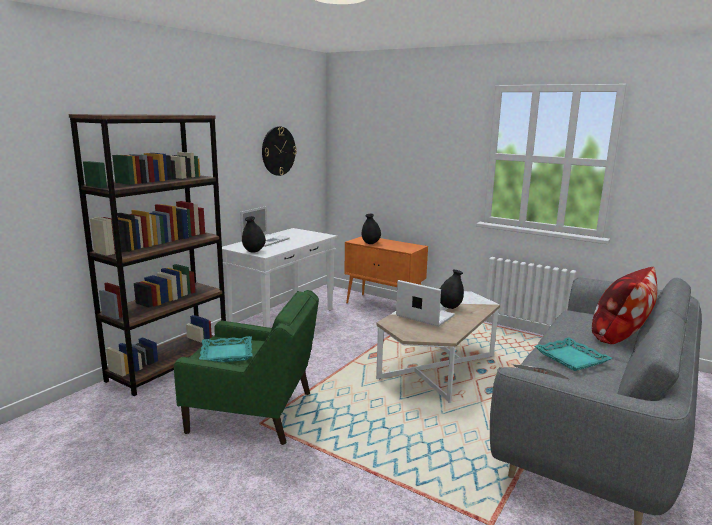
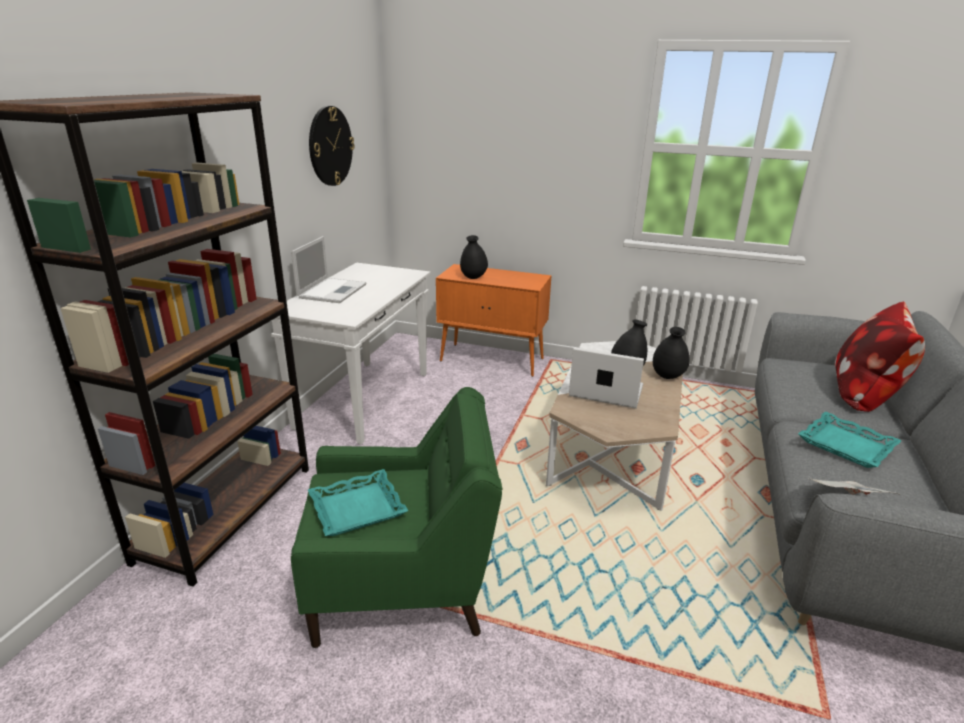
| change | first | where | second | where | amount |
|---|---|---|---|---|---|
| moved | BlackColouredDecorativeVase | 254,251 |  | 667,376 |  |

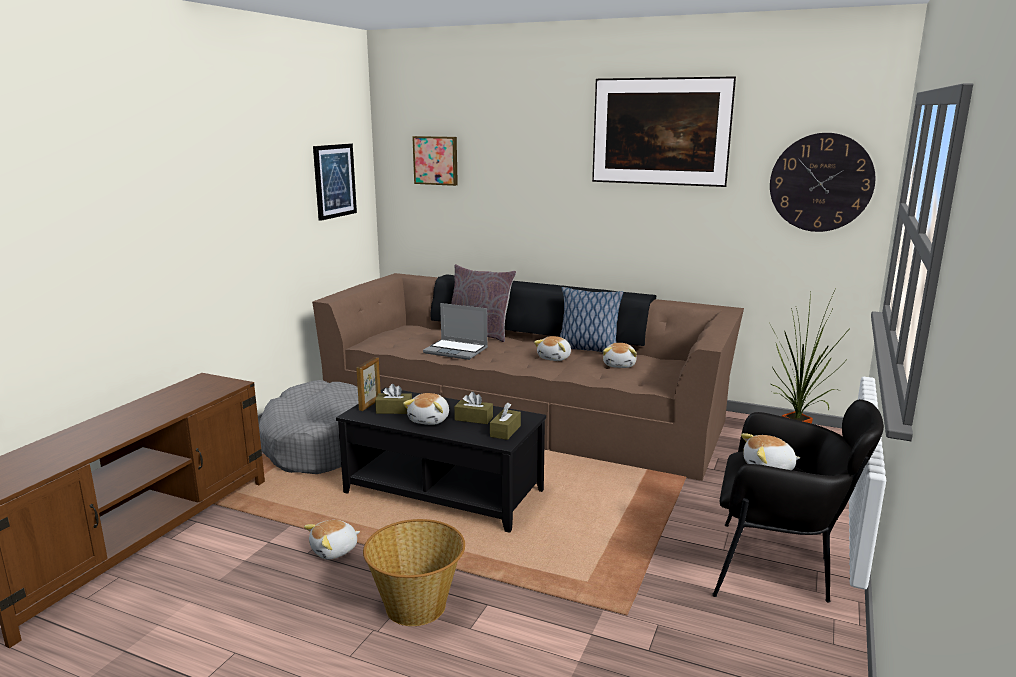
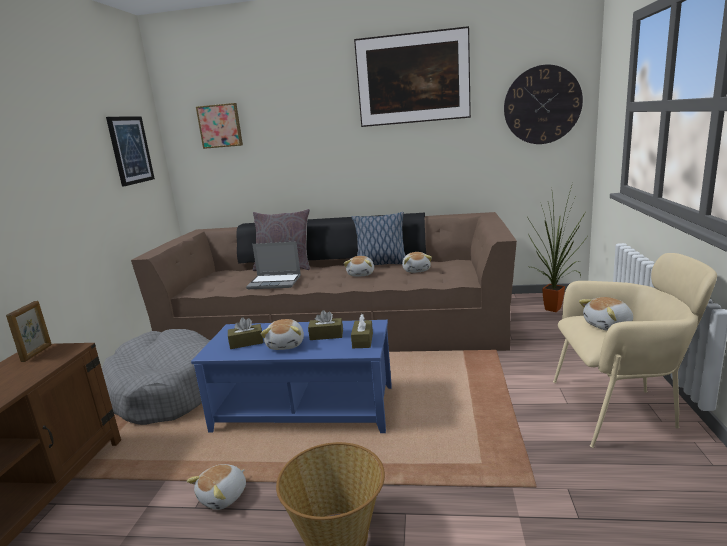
| change | first | where | second | where | amount |
|---|---|---|---|---|---|
| moved | PictureFrame | 370,404 |  | 37,353 |  |
| recoloured | BlackColouredCoffeeTable | 444,491 | BlueColouredCoffeeTable | 305,408 |  |
| recoloured | BlackColouredEasyChair | 778,570 | SandColouredEasyChair | 620,410 |  |

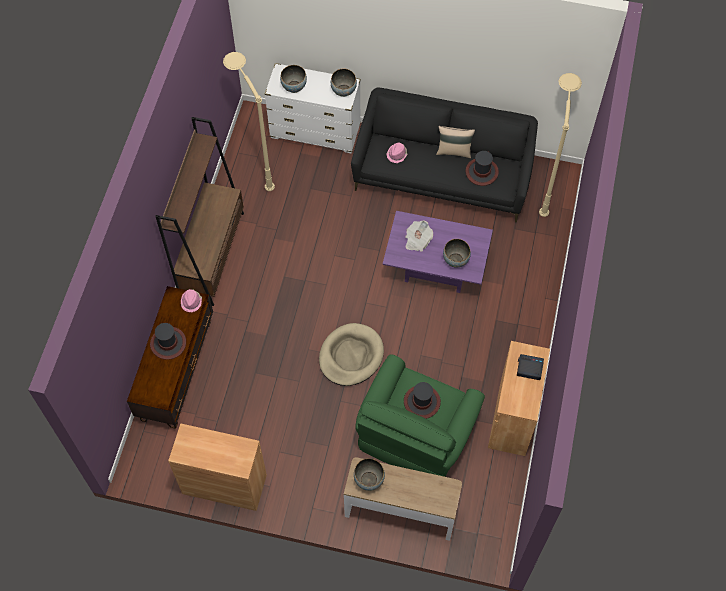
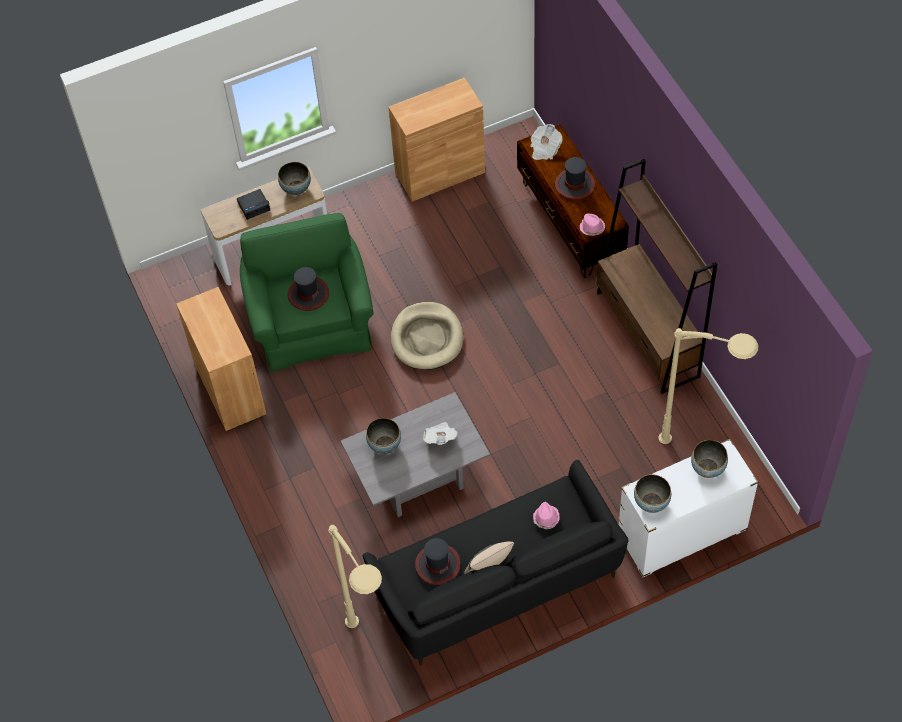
| change | first | where | second | where | amount |
|---|---|---|---|---|---|
| moved | BedsideClock | 529,368 |  | 254,206 |  |
| recoloured | PurplishCoffeeTable | 435,268 | GrayCoffeeTable | 418,476 |  |
| added |  |  | Newspaper | 544,149 |  |

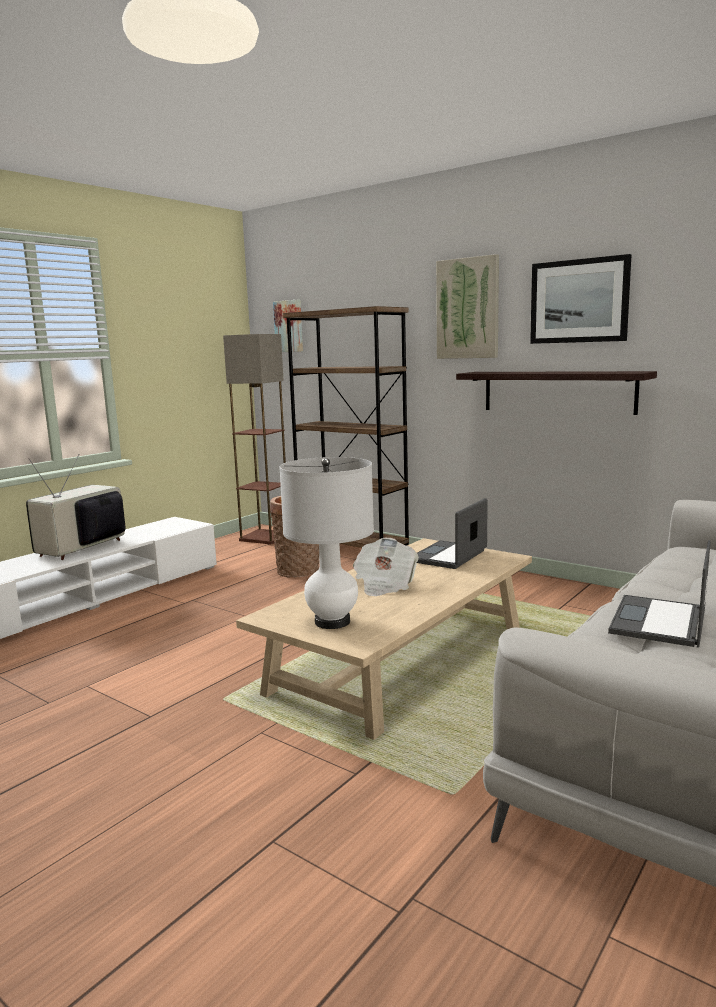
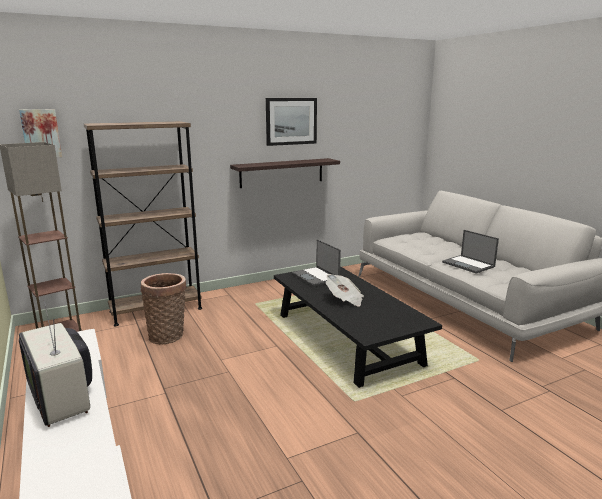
| change | first | where | second | where | amount |
|---|---|---|---|---|---|
| recoloured | SandColouredCoffeeTable | 403,659 | BlackColouredCoffeeTable | 347,338 |  |
| removed | WhiteLampForATable | 332,622 |  |  |  |
| removed | WallPicture | 468,308 |  |  |  |

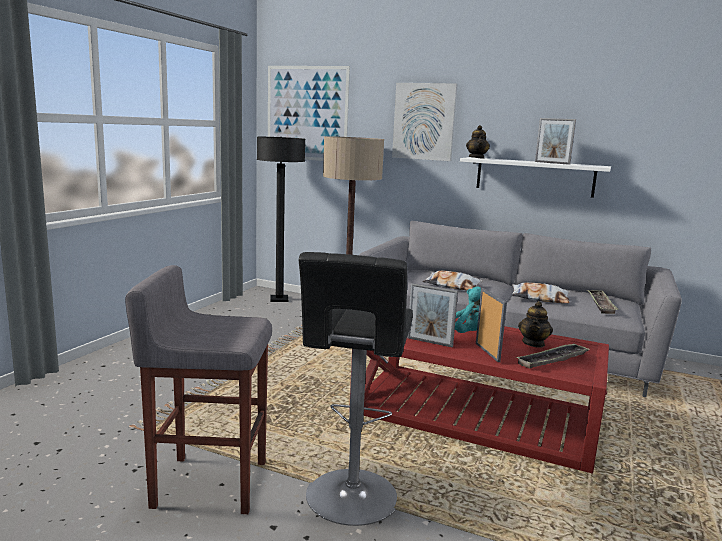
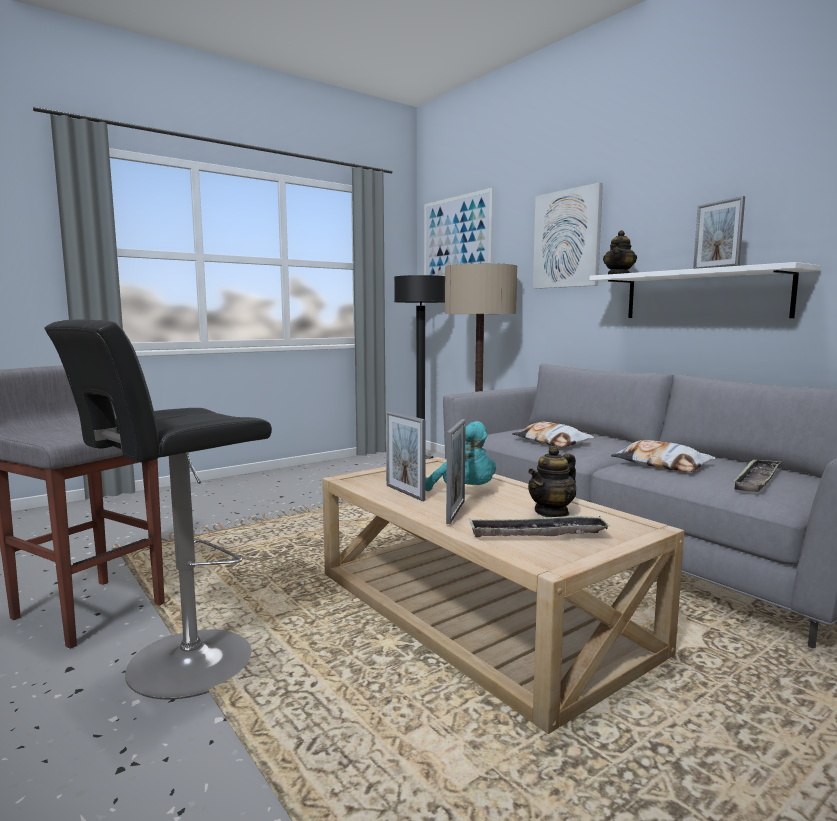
| change | first | where | second | where | amount |
|---|---|---|---|---|---|
| recoloured | RedColouredCoffeeTable | 475,414 | SandColouredCoffeeTable | 478,609 |  |

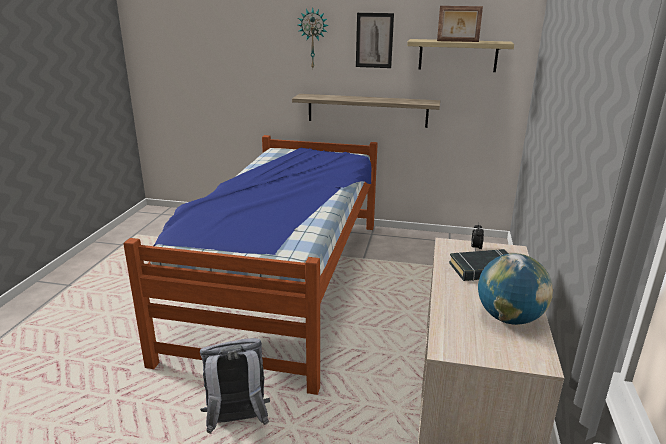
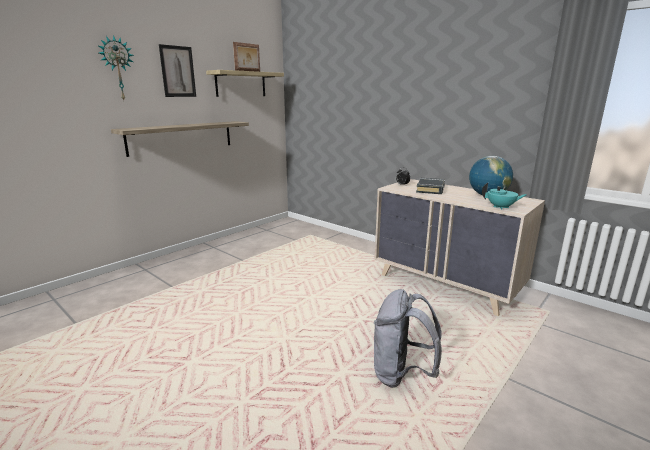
| change | first | where | second | where | amount |
|---|---|---|---|---|---|
| added |  |  | TurquoiseTeapot | 501,207 |  |
| removed | SleepingBed | 283,281 |  |  |  |

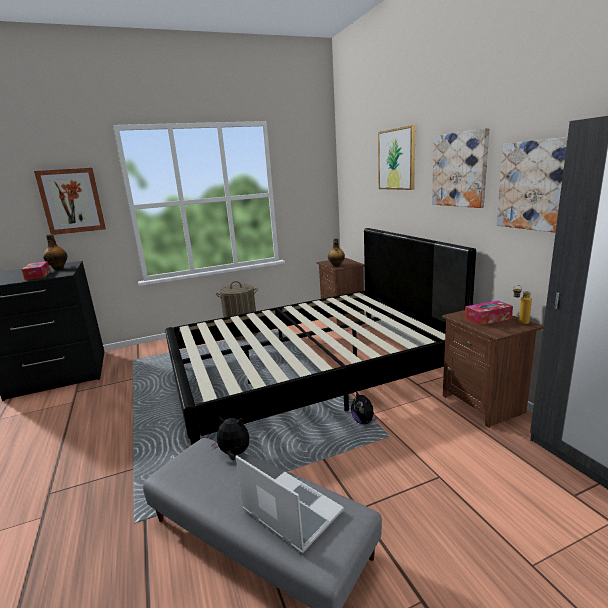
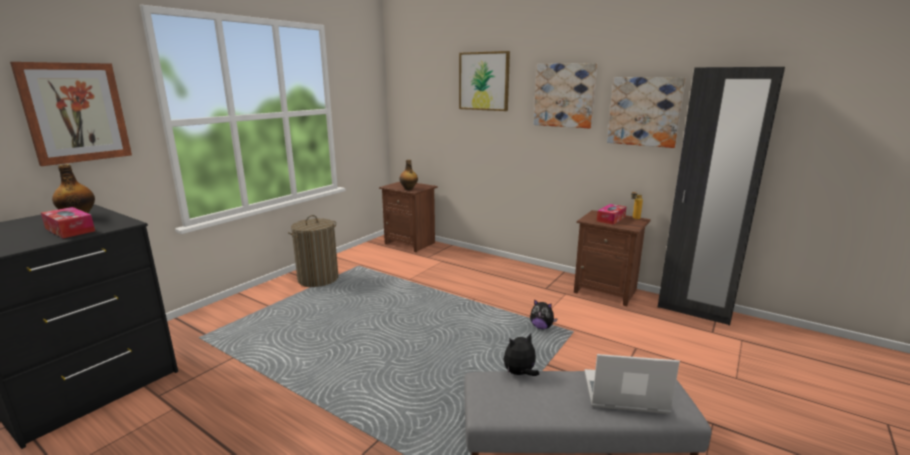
| change | first | where | second | where | amount |
|---|---|---|---|---|---|
| removed | BlackColouredSleepingBed | 308,372 |  |  |  |

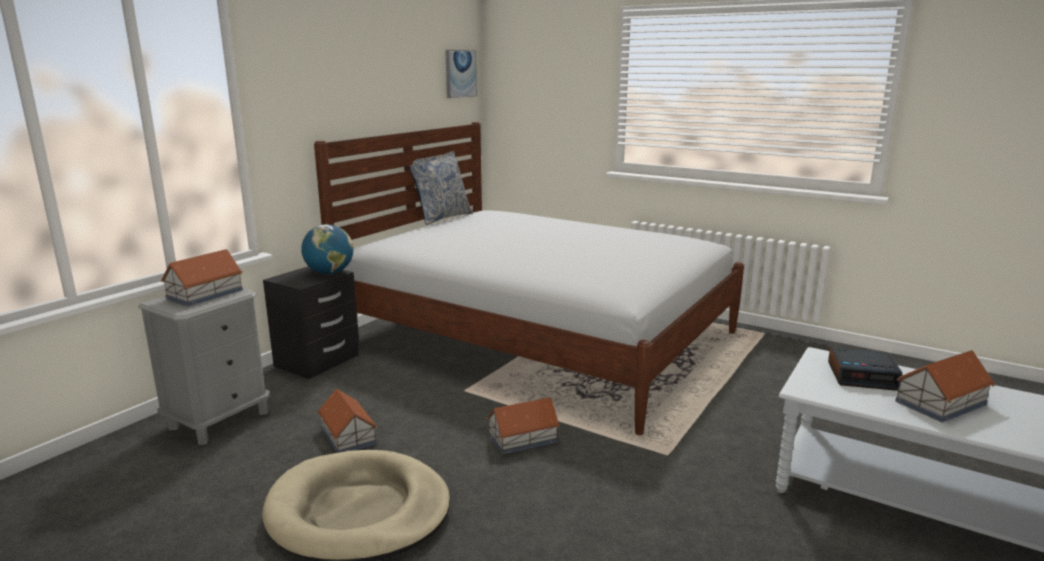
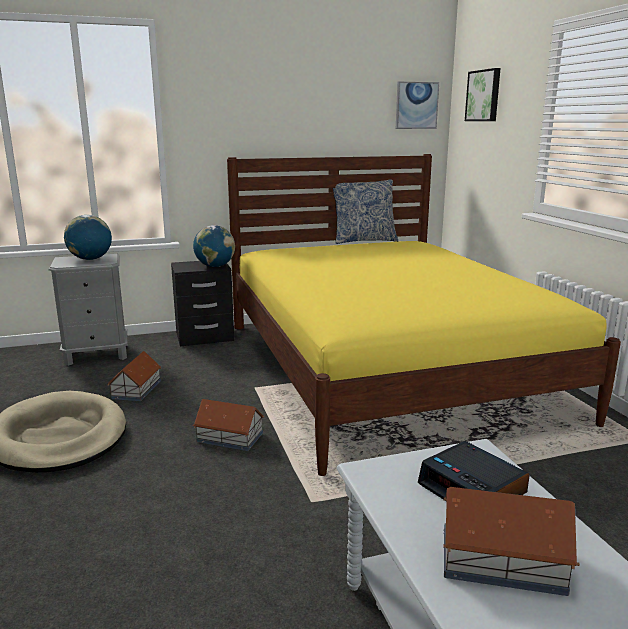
| change | first | where | second | where | amount |
|---|---|---|---|---|---|
| replaced | MiniatureHouse | 204,294 | DeskGlobe | 90,259 |  |
| recoloured | WhiteSleepingBed | 538,337 | YellowColouredSleepingBed | 385,367 |  |
| added |  |  | WallPicture | 484,95 |  |

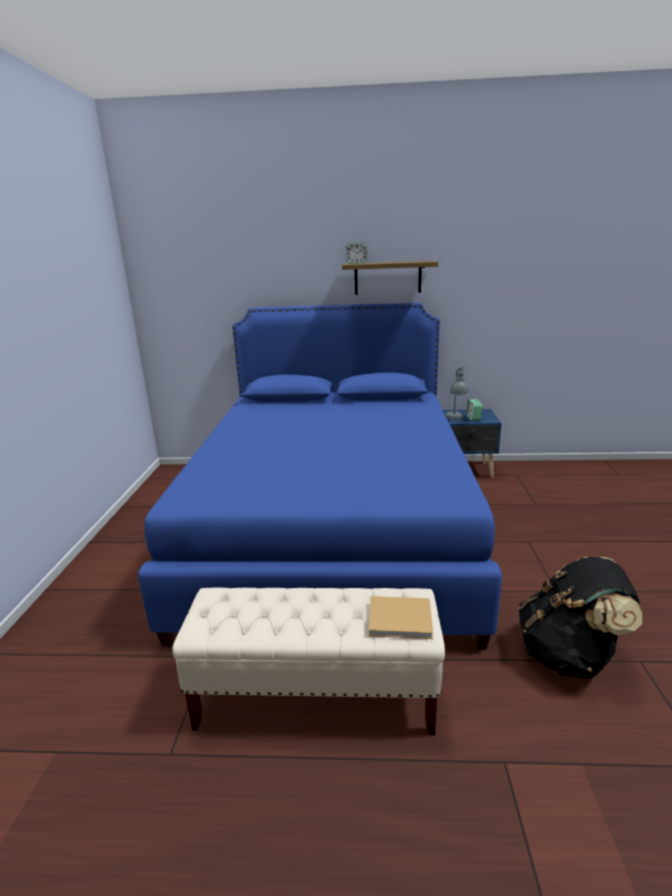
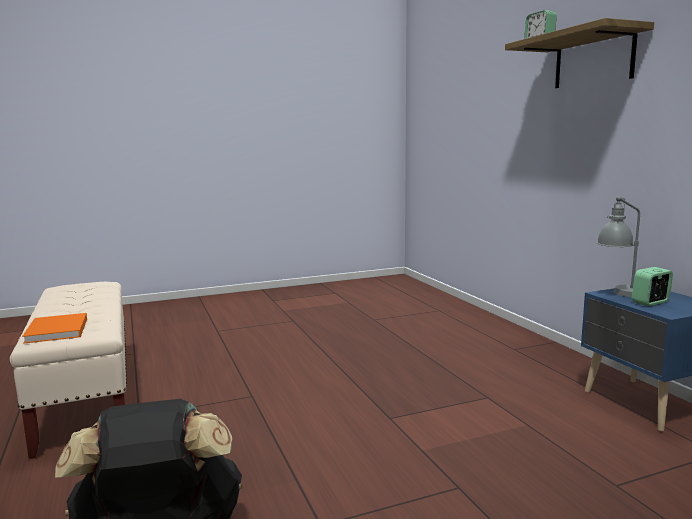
| change | first | where | second | where | amount |
|---|---|---|---|---|---|
| recoloured | SandColouredVolume | 402,619 | OrangeyVolume | 56,331 |  |
| removed | BlueColouredSleepingBed | 332,529 |  |  |  |

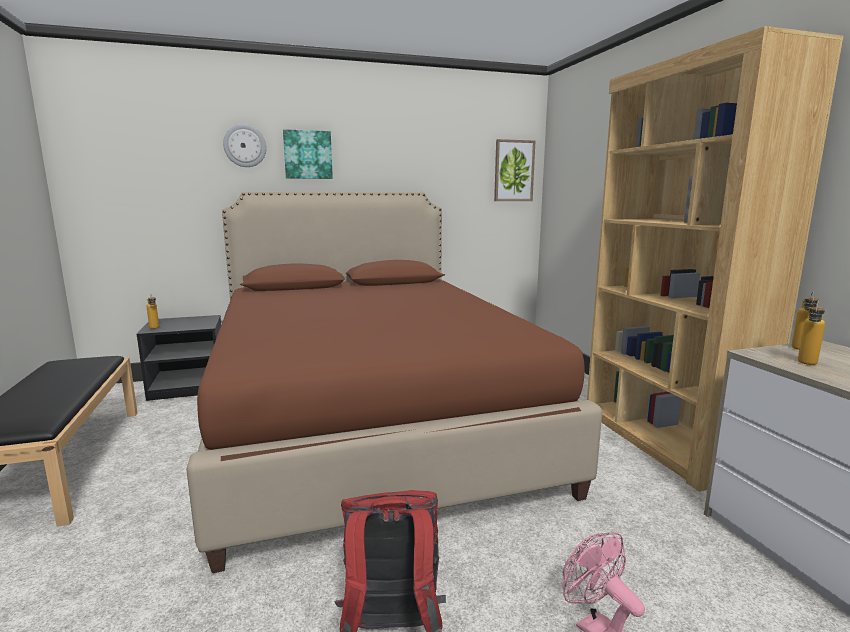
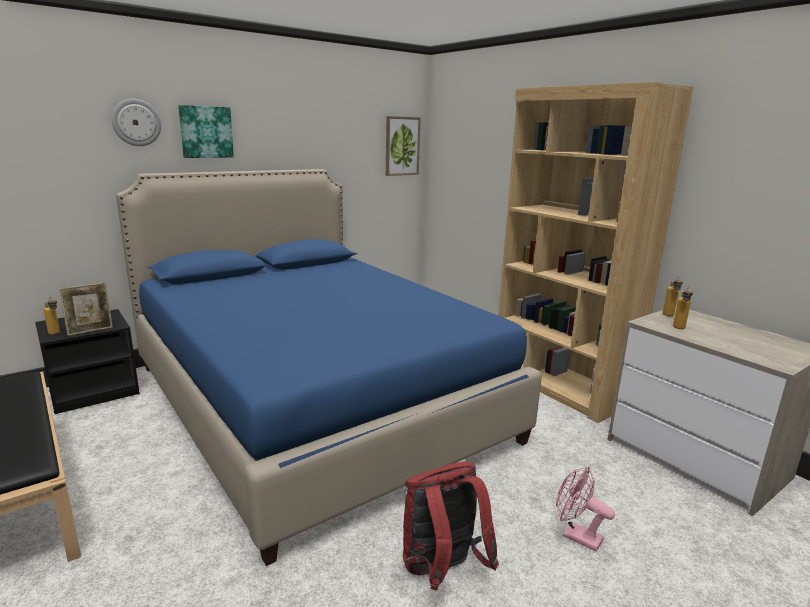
| change | first | where | second | where | amount |
|---|---|---|---|---|---|
| added |  |  | PictureFrame | 90,331 |  |
| recoloured | BrownishSleepingBed | 368,420 | BlueColouredSleepingBed | 314,402 |  |

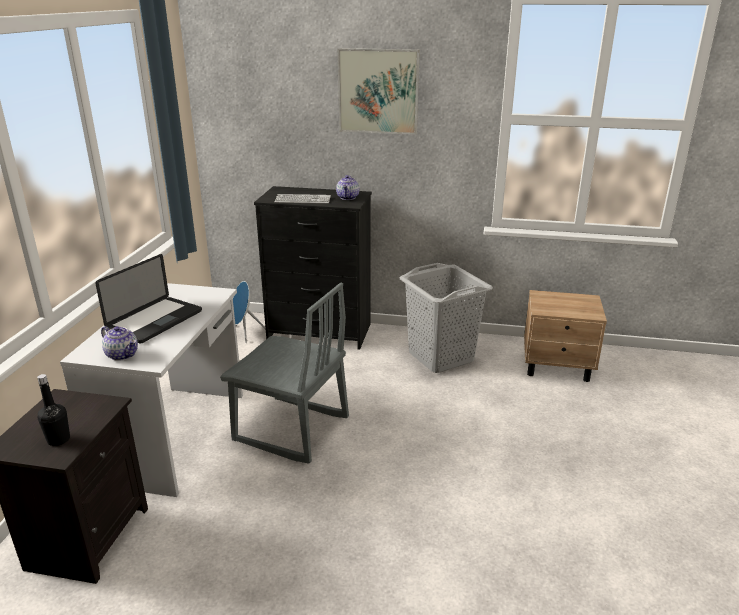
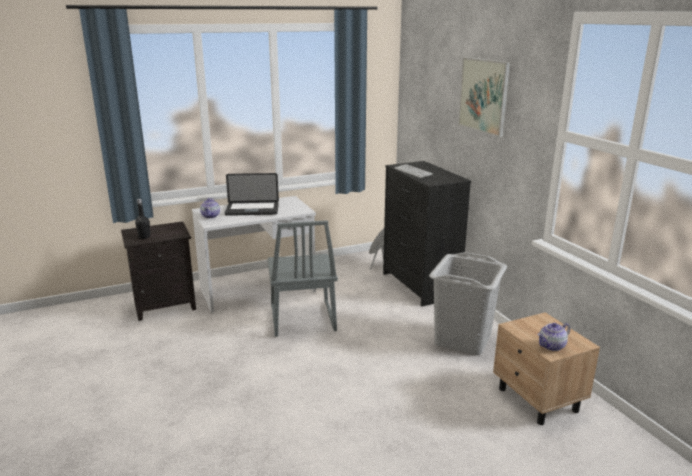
| change | first | where | second | where | amount |
|---|---|---|---|---|---|
| moved | Teapot | 348,197 |  | 552,346 |  |

